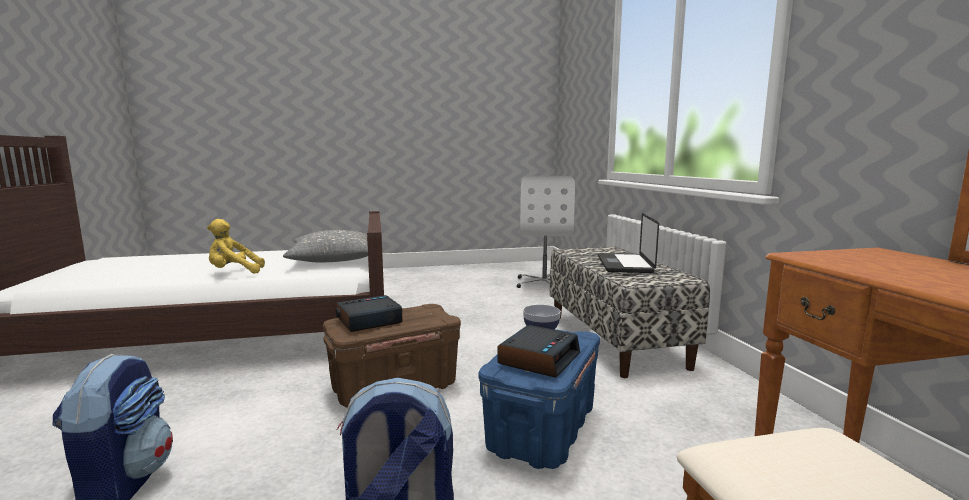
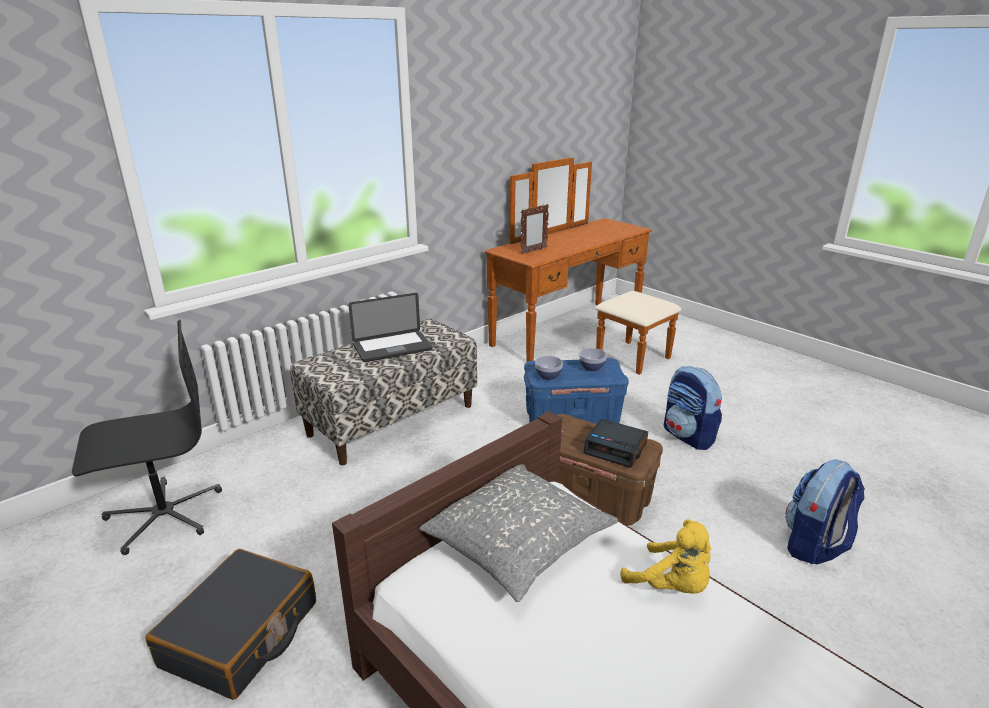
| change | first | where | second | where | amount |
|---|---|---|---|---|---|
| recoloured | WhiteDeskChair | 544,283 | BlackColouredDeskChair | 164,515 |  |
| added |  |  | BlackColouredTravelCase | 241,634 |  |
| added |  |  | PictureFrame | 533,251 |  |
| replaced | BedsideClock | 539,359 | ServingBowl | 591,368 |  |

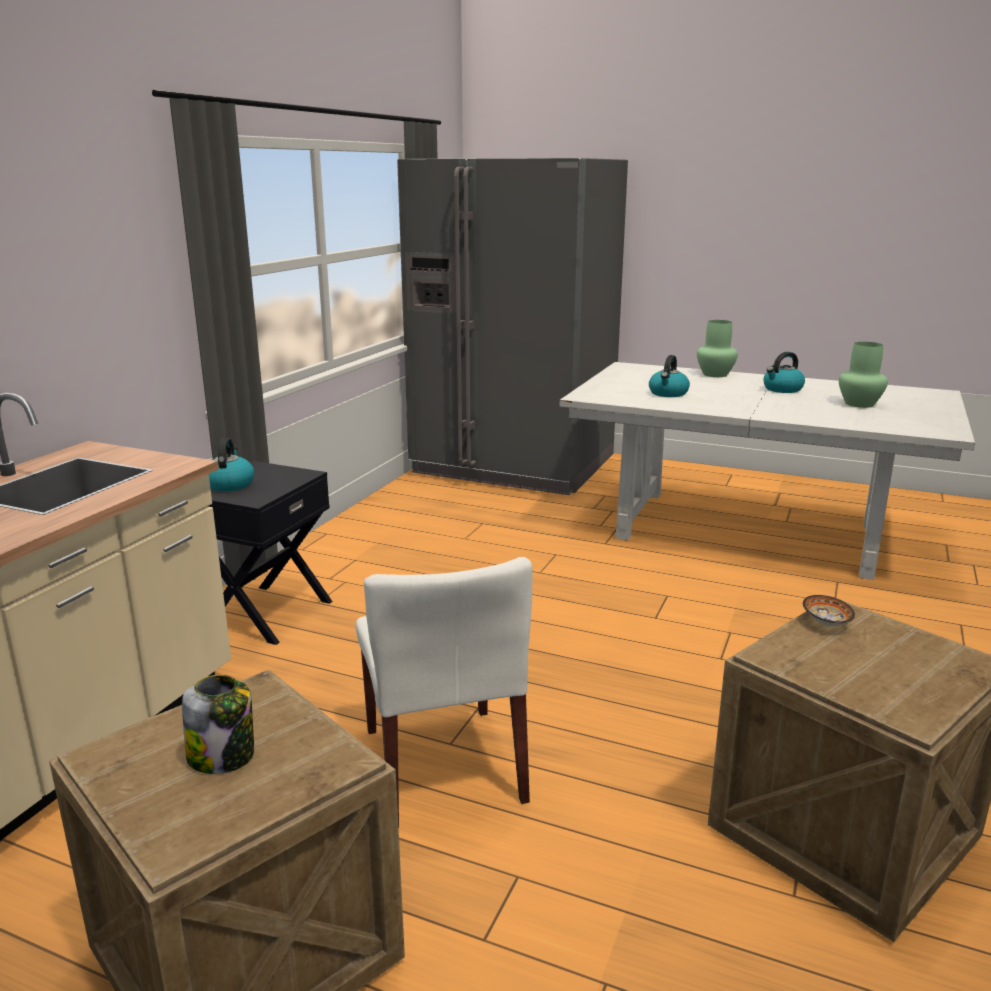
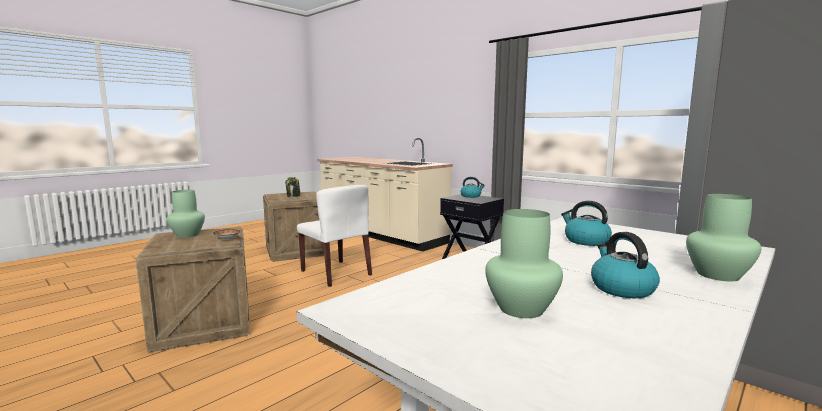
| change | first | where | second | where | amount |
|---|---|---|---|---|---|
| added |  |  | GreenishDecorativeVase | 187,235 |  |
| turned | WhiteChair | 443,765 |  | 336,273 | 135 degrees counterclockwise |

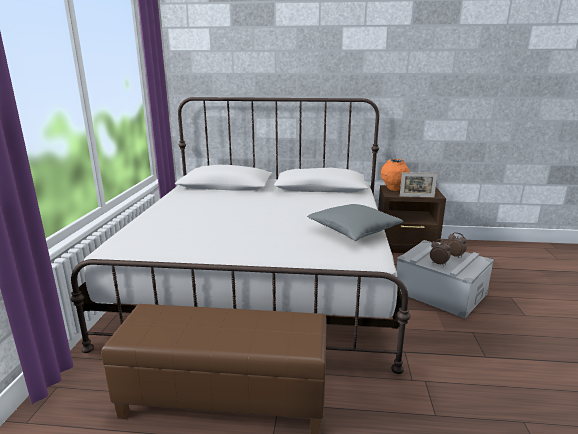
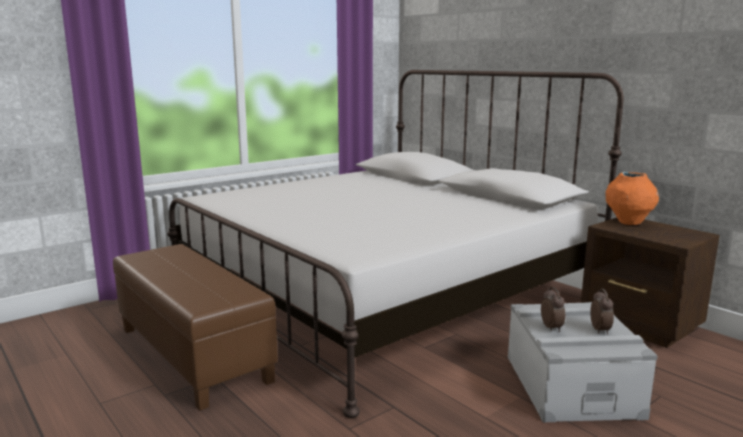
| change | first | where | second | where | amount |
|---|---|---|---|---|---|
| removed | GrayPillow | 353,231 |  |  |  |
| removed | PictureFrame | 417,196 |  |  |  |

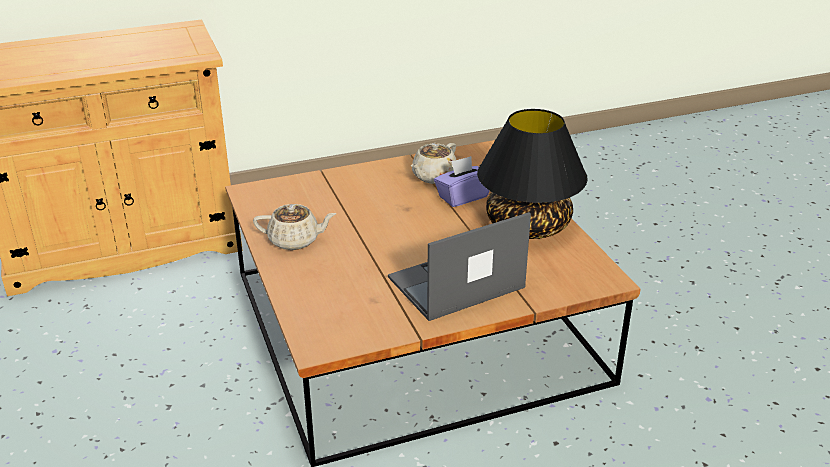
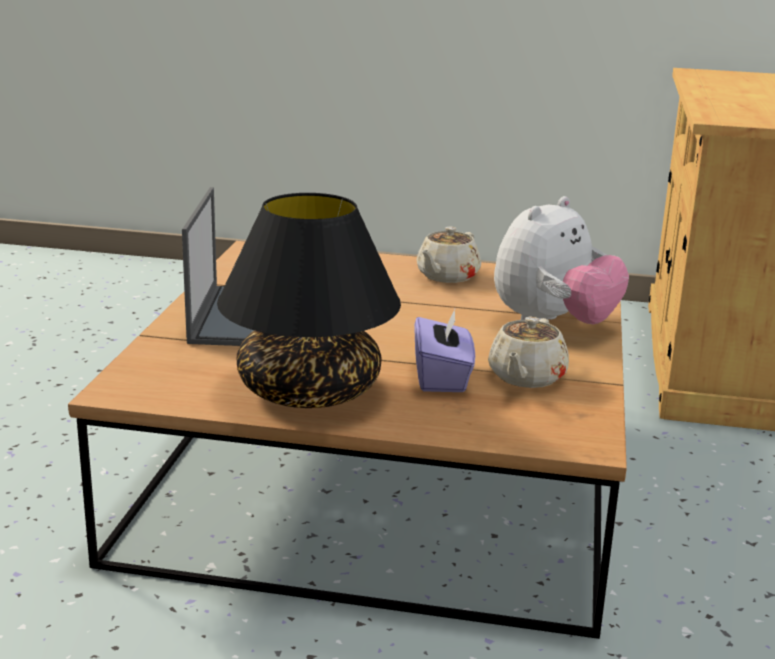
| change | first | where | second | where | amount |
|---|---|---|---|---|---|
| turned | SandColouredTeapot | 433,177 |  | 526,377 | 135 degrees counterclockwise |
| added |  |  | SoftToy | 553,324 |  |

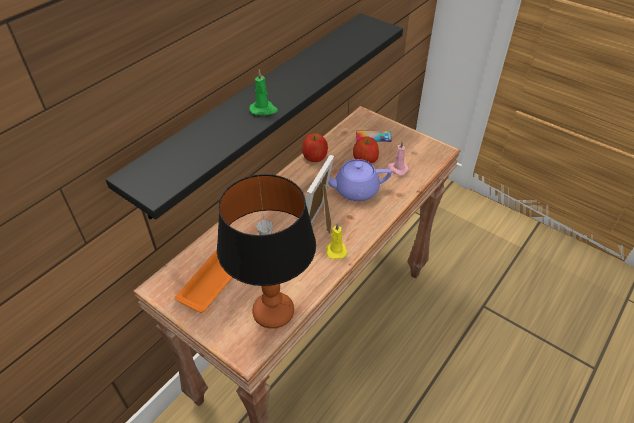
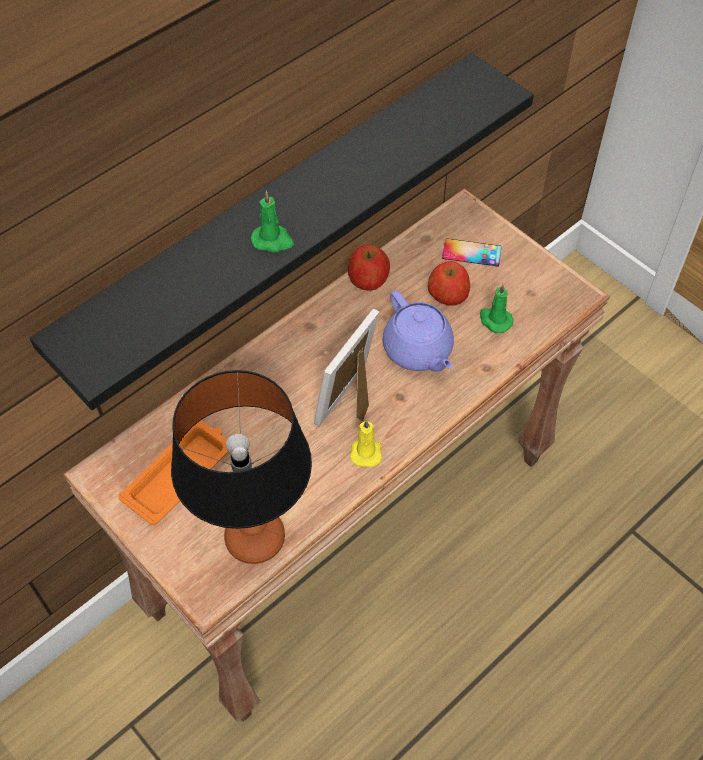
| change | first | where | second | where | amount |
|---|---|---|---|---|---|
| turned | PurplishTeapot | 355,190 |  | 418,350 | 120 degrees counterclockwise |
| recoloured | PinkishWaxLight | 397,169 | GreenishWaxLight | 495,320 |  |

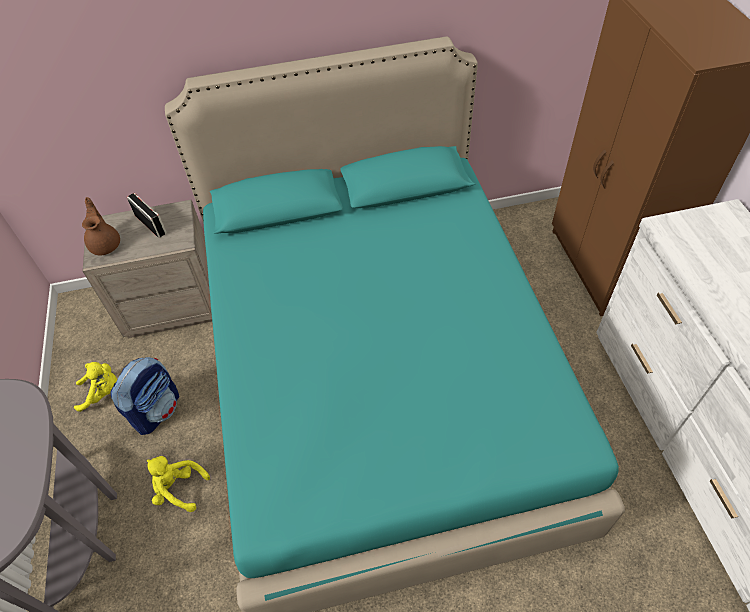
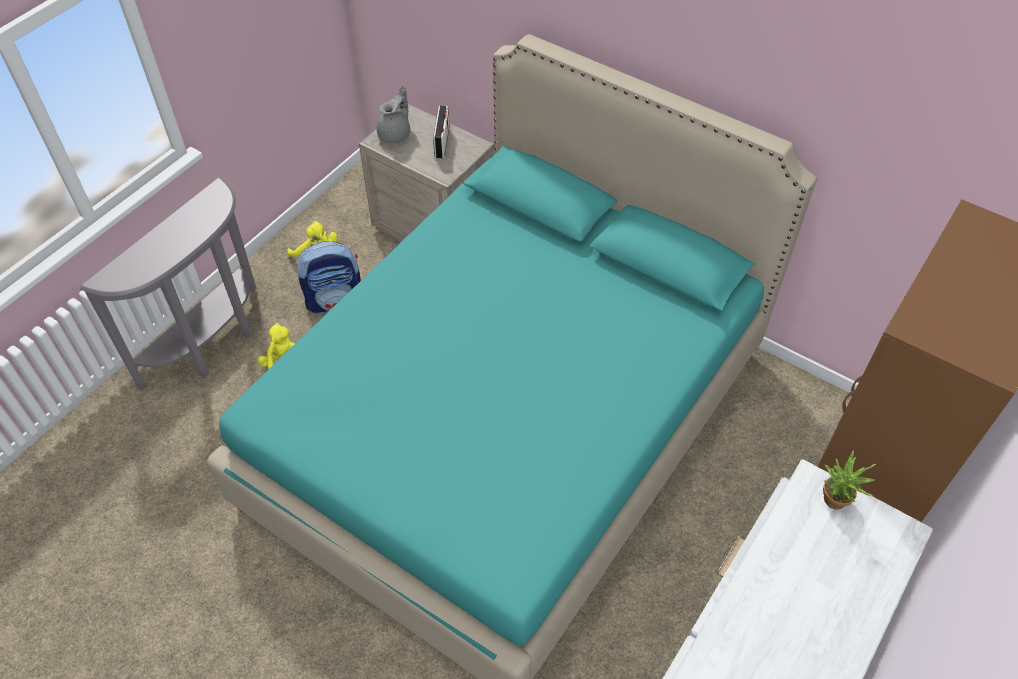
| change | first | where | second | where | amount |
|---|---|---|---|---|---|
| recoloured | BrownishTeapot | 106,244 | GrayTeapot | 395,134 |  |
| added |  |  | PlantInAPot | 834,504 |  |

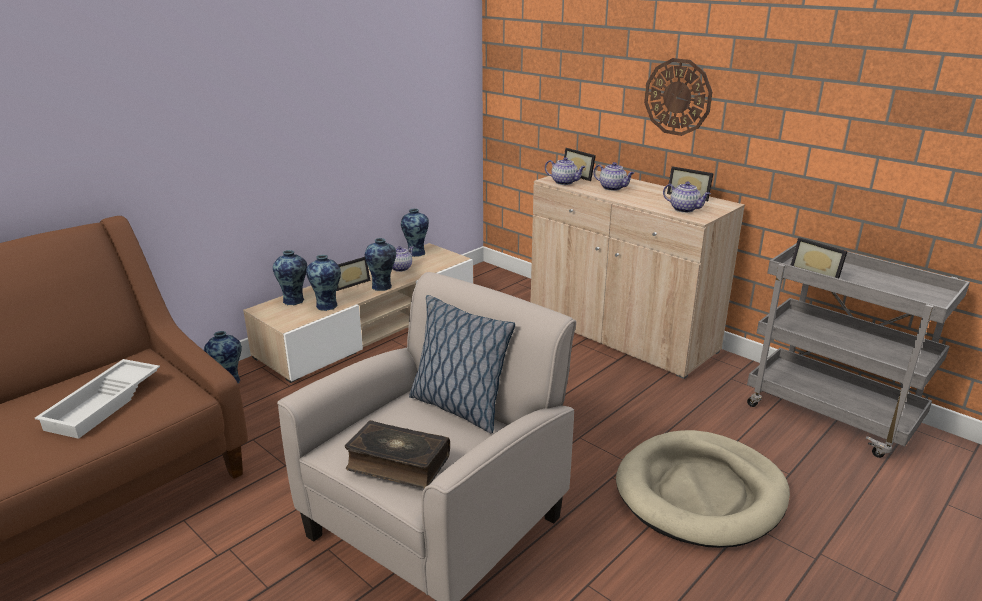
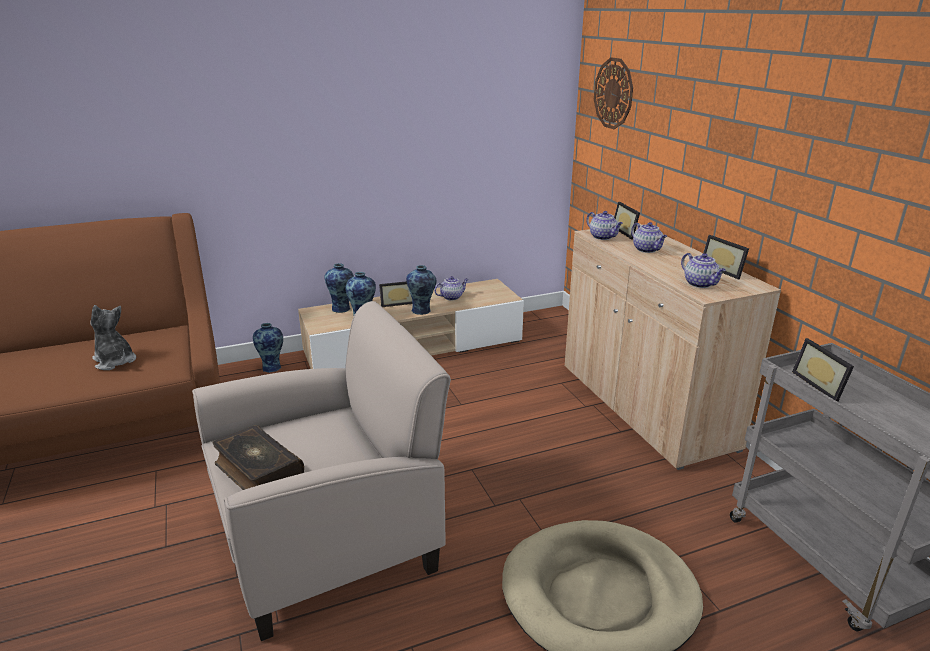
| change | first | where | second | where | amount |
|---|---|---|---|---|---|
| replaced | WhiteCarryingTray | 104,404 | SoftToy | 115,361 |  |
| moved | ClockOnTheWall | 678,97 |  | 613,93 |  |
| removed | DecorativeVase | 416,253 |  |  |  |
| removed | Pillow | 458,407 |  |  |  |

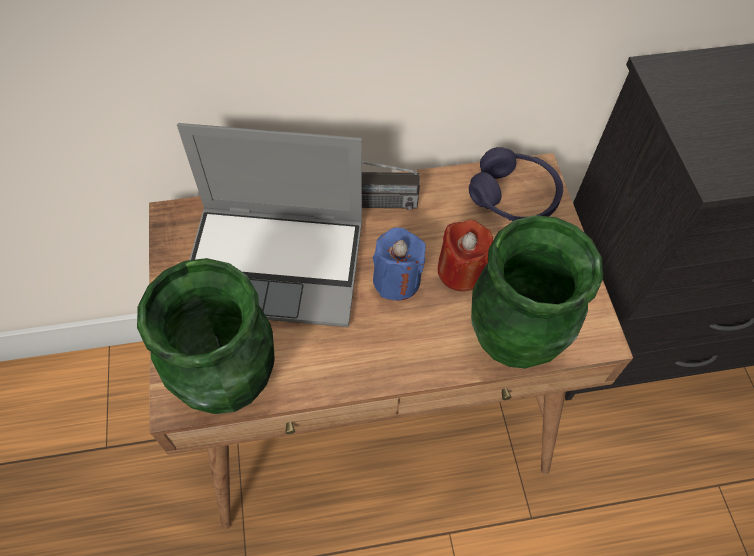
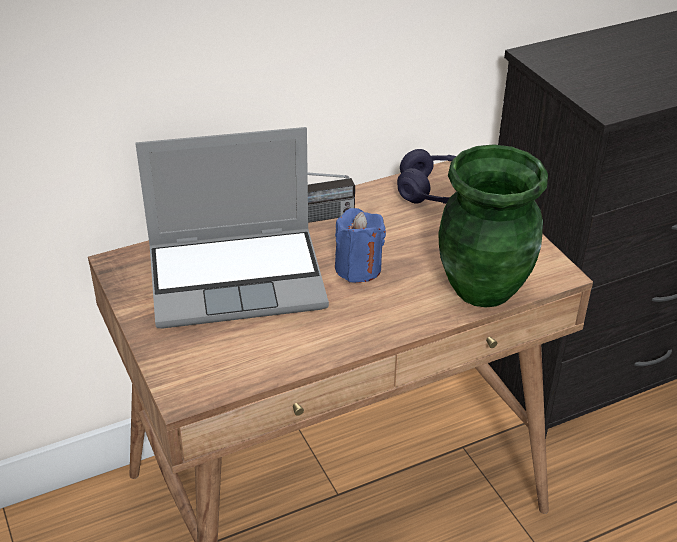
| change | first | where | second | where | amount |
|---|---|---|---|---|---|
| removed | GreenishDecorativeVase | 230,381 |  |  |  |
| removed | RedColouredWaxLight | 461,271 |  |  |  |

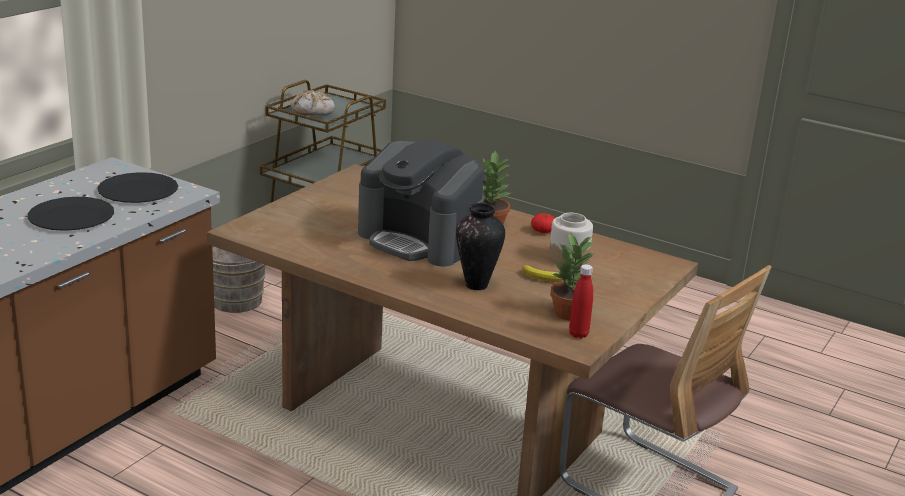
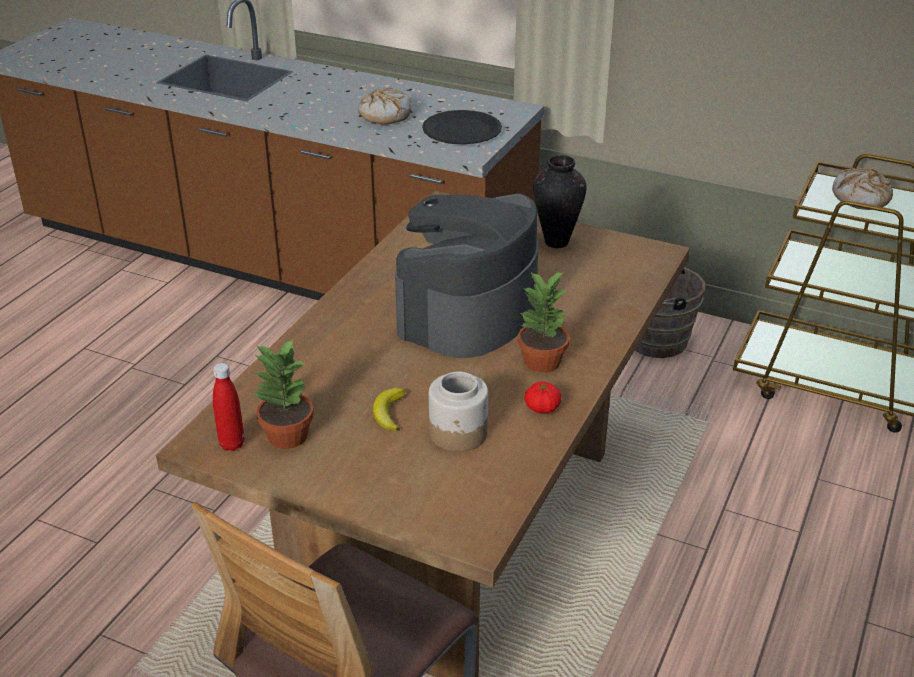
| change | first | where | second | where | amount |
|---|---|---|---|---|---|
| replaced | BlackColouredDinnerPlate | 71,216 | BakedBread | 385,115 |  |
| moved | DecorativeVase | 476,286 |  | 555,242 |  |

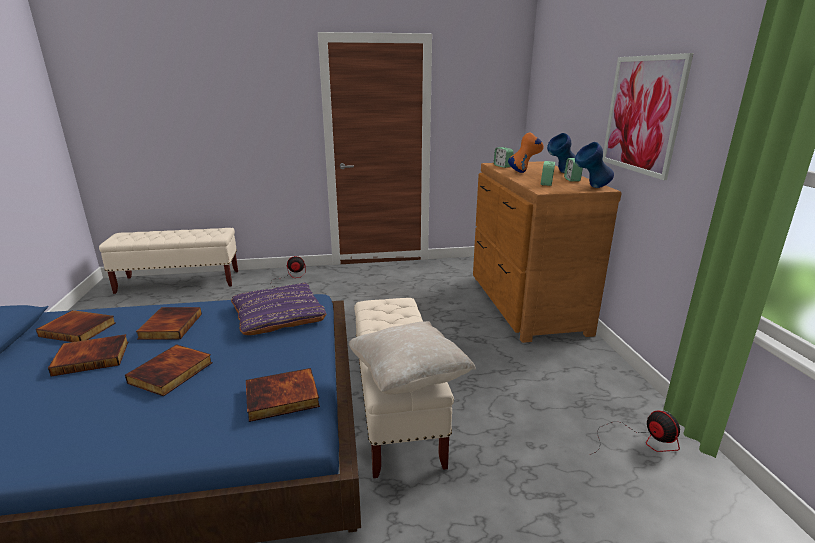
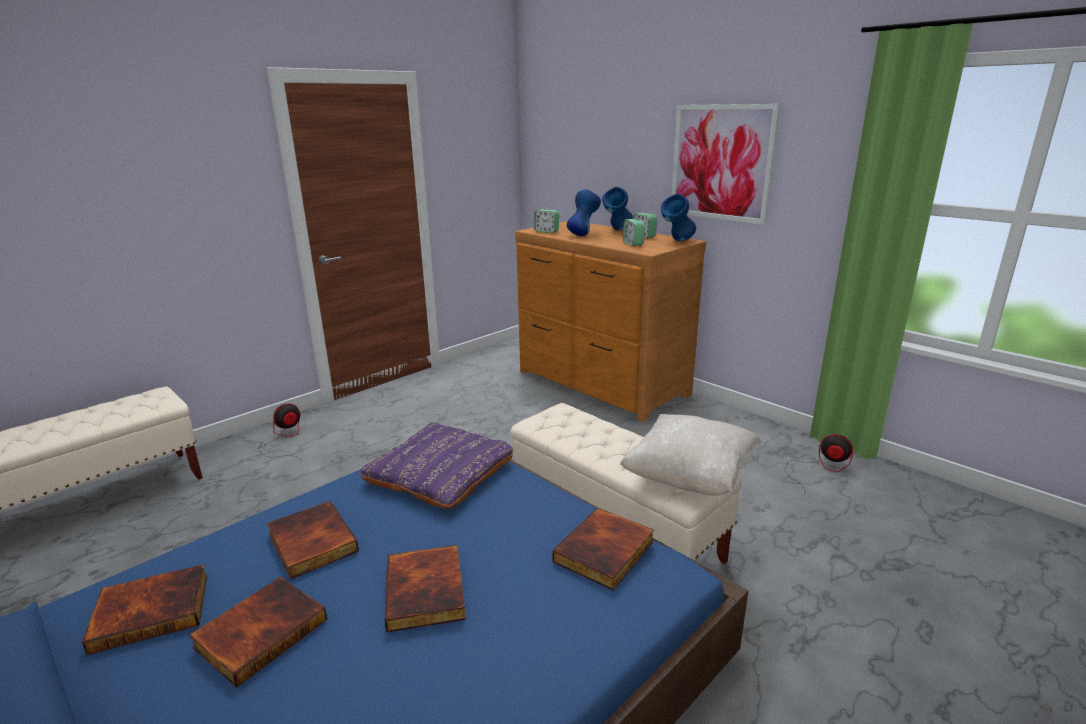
| change | first | where | second | where | amount |
|---|---|---|---|---|---|
| recoloured | OrangeyDecorativeVase | 524,172 | BlueColouredDecorativeVase | 583,235 |  |

